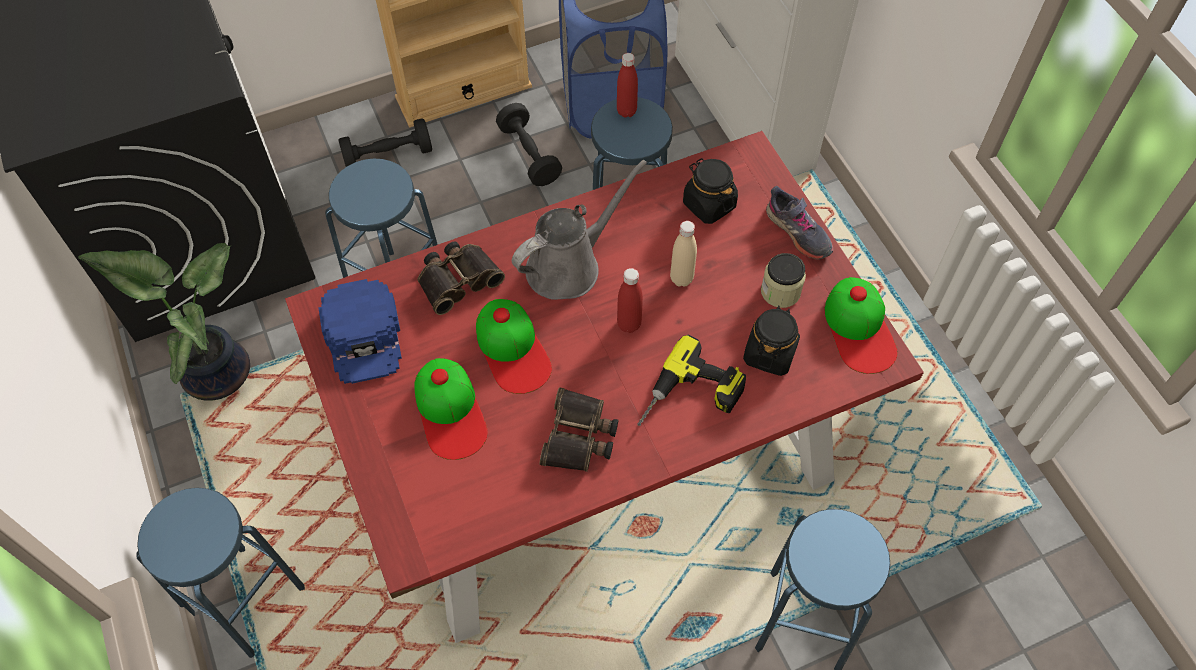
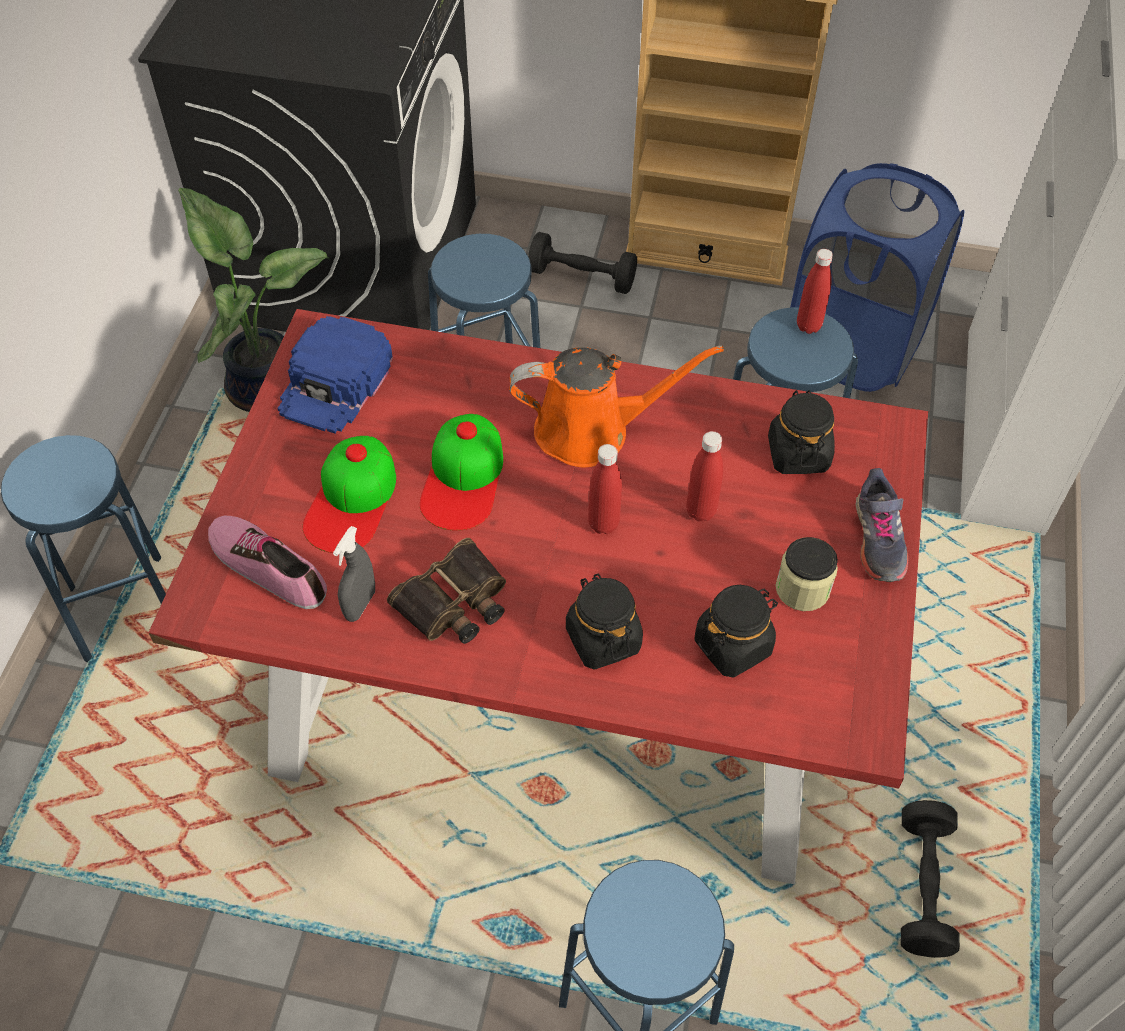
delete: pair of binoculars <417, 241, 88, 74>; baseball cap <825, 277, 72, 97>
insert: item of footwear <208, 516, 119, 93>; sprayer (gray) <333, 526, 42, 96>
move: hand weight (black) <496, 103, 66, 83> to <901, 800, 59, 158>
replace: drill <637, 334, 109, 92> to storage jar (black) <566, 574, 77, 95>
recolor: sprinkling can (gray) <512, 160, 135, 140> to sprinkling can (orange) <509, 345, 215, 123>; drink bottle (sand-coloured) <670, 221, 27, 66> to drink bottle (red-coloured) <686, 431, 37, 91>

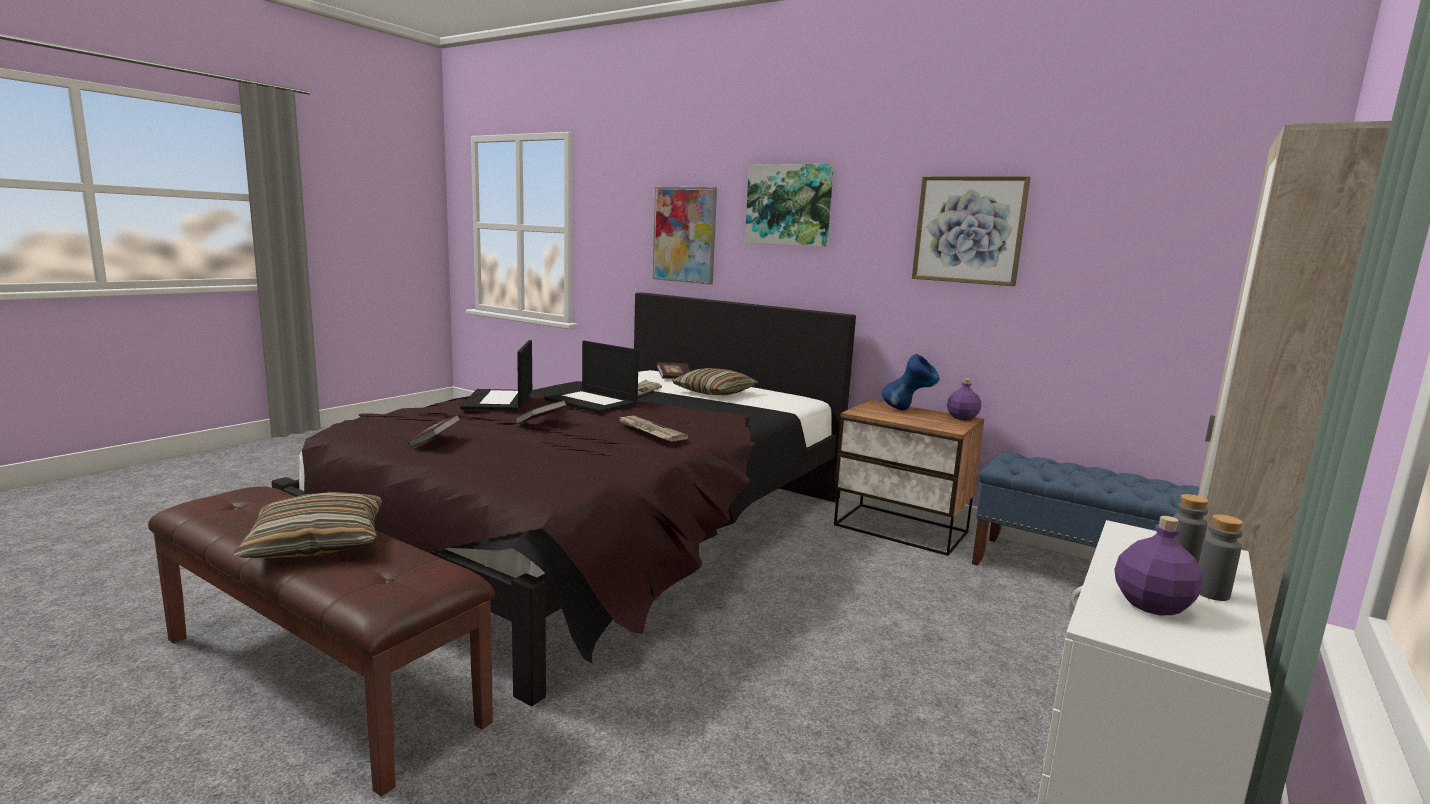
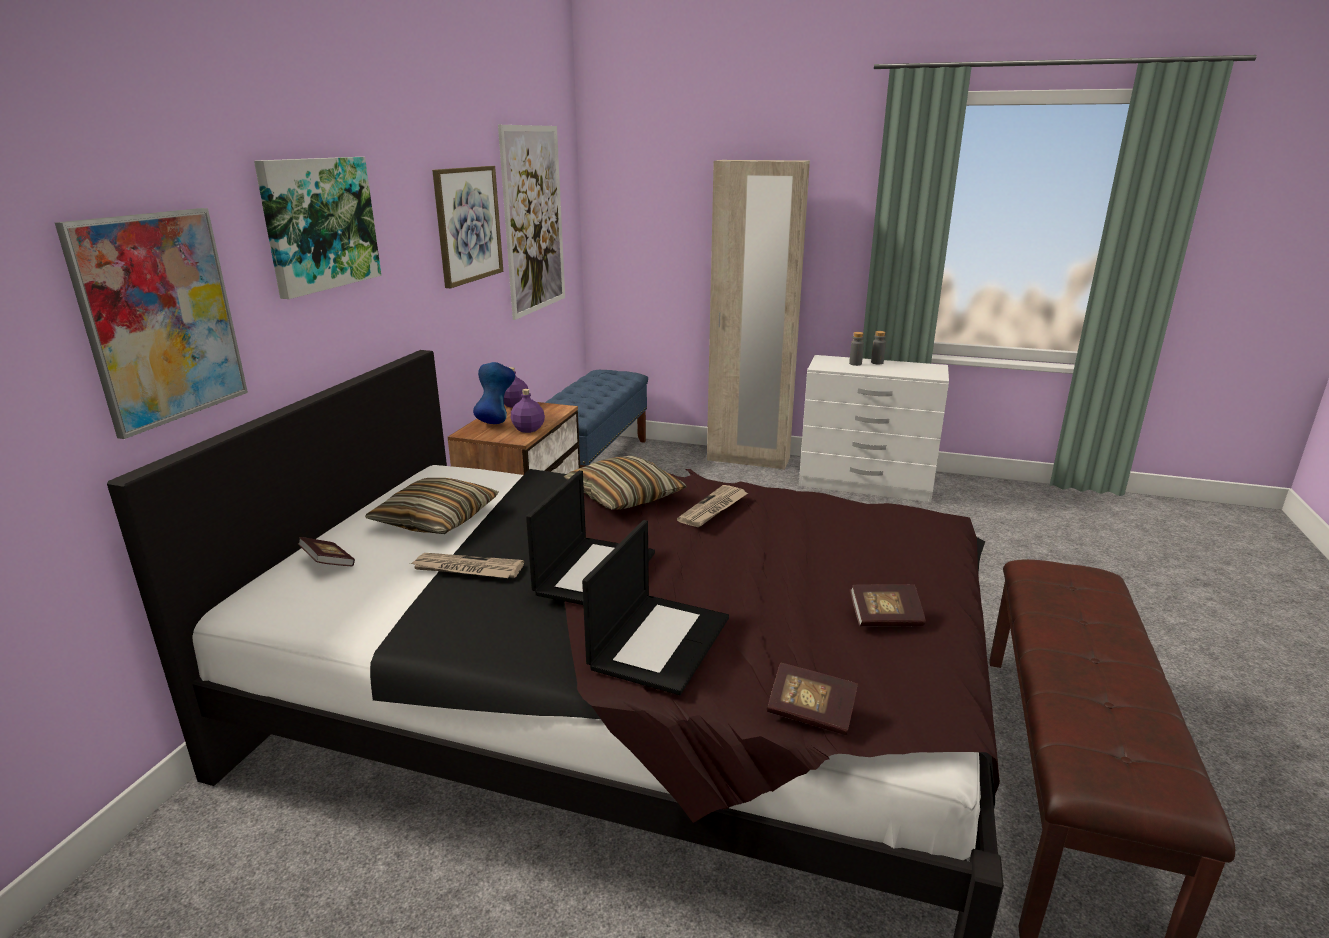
insert: wall picture <498, 125, 67, 195>
move: volume <515, 400, 52, 24> to <767, 663, 91, 72>; cushion <233, 492, 149, 66> to <564, 456, 123, 54>; drink bottle (purple) <1114, 516, 89, 99> to <511, 389, 34, 44>
rotate: laptop <460, 340, 72, 71> = <582, 520, 147, 175> 45 degrees counterclockwise

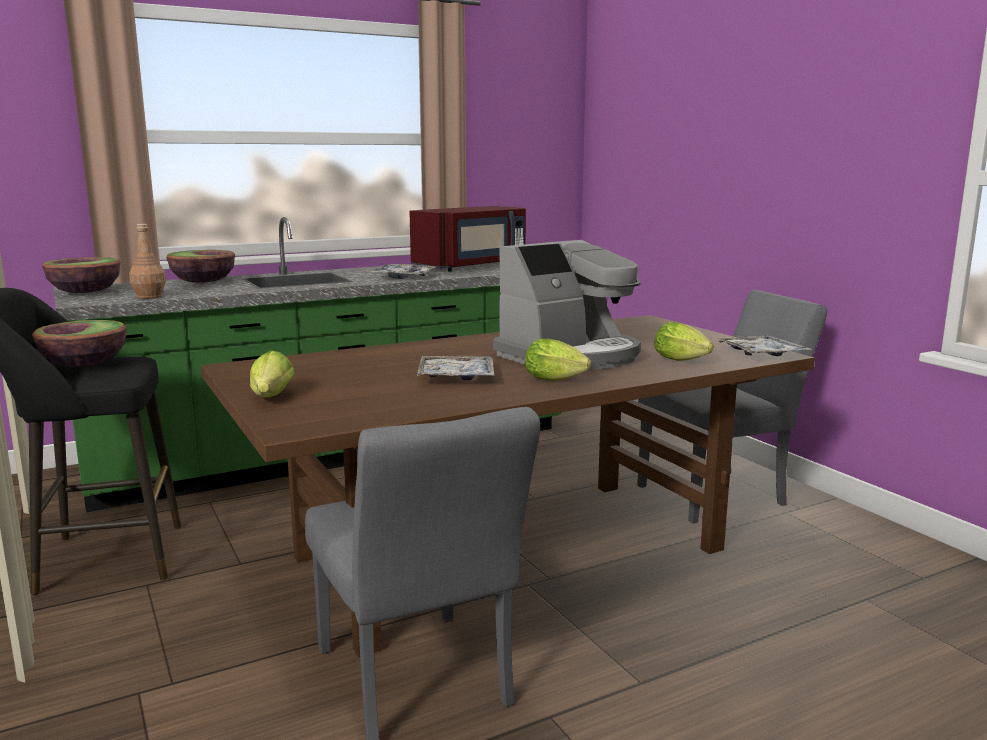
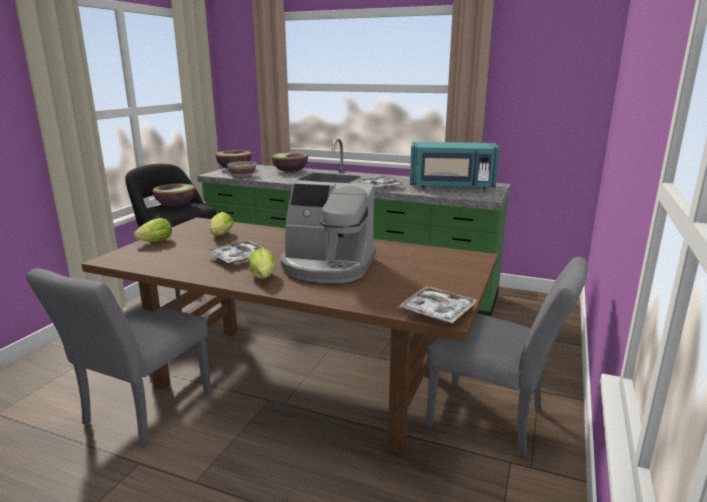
move: lettuce head <654, 322, 59, 39> to <210, 212, 24, 23>
replace: drink bottle (brown-coloured) <129, 224, 37, 75> to serving bowl <227, 161, 29, 16>
recolor: microwave oven (red-coloured) <409, 206, 117, 65> to microwave oven (turquoise-coloured) <410, 142, 89, 48>

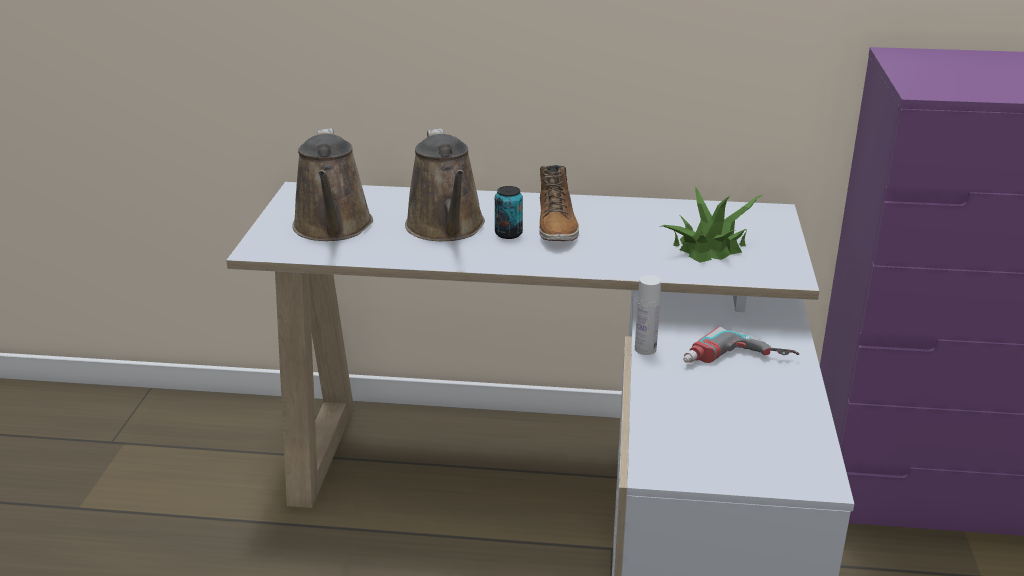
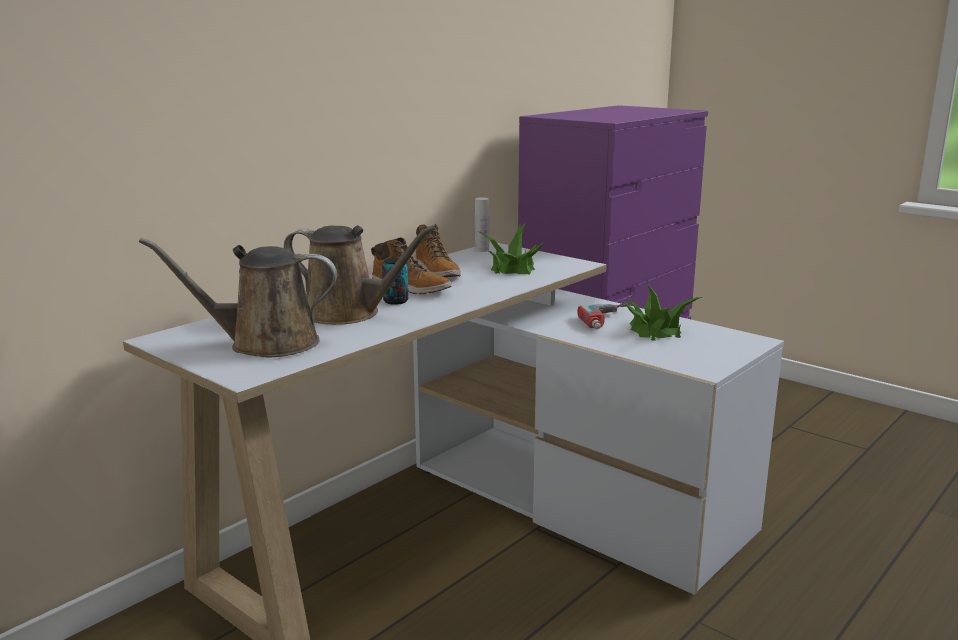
insert: boot <416, 224, 45, 53>; potted plant <622, 285, 80, 56>
move: drink bottle (white-coloured) <635, 275, 26, 80> to <475, 197, 14, 55>
rotate: sprinkling can (brown-coloured) <292, 128, 81, 113> = <139, 238, 198, 119> 150 degrees clockwise

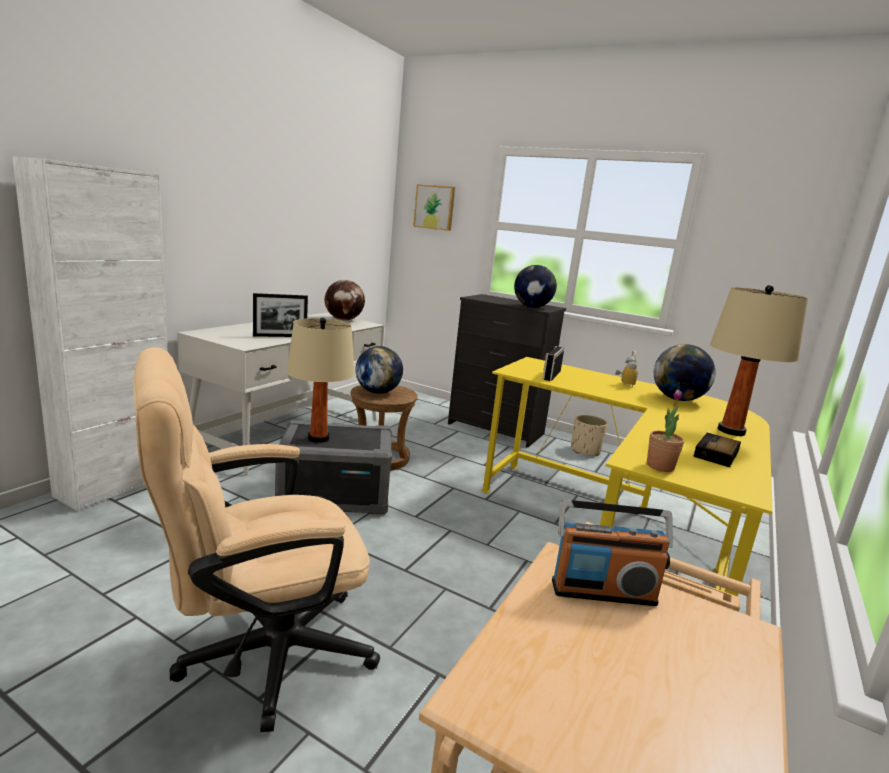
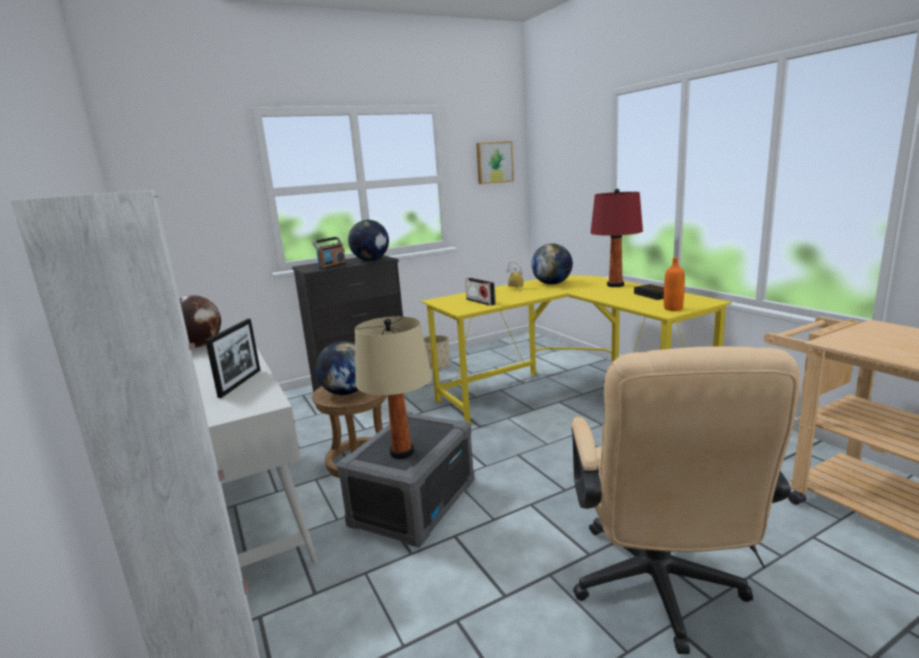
move: wall picture <413, 184, 42, 47> to <476, 141, 38, 43>; radio set <552, 500, 120, 106> to <313, 236, 33, 33>
replace: potted plant <647, 390, 37, 82> to drink bottle (orange) <664, 257, 21, 54>
recolor: lamp for a table (sand-coloured) <710, 285, 98, 151> to lamp for a table (red-coloured) <591, 189, 52, 98>

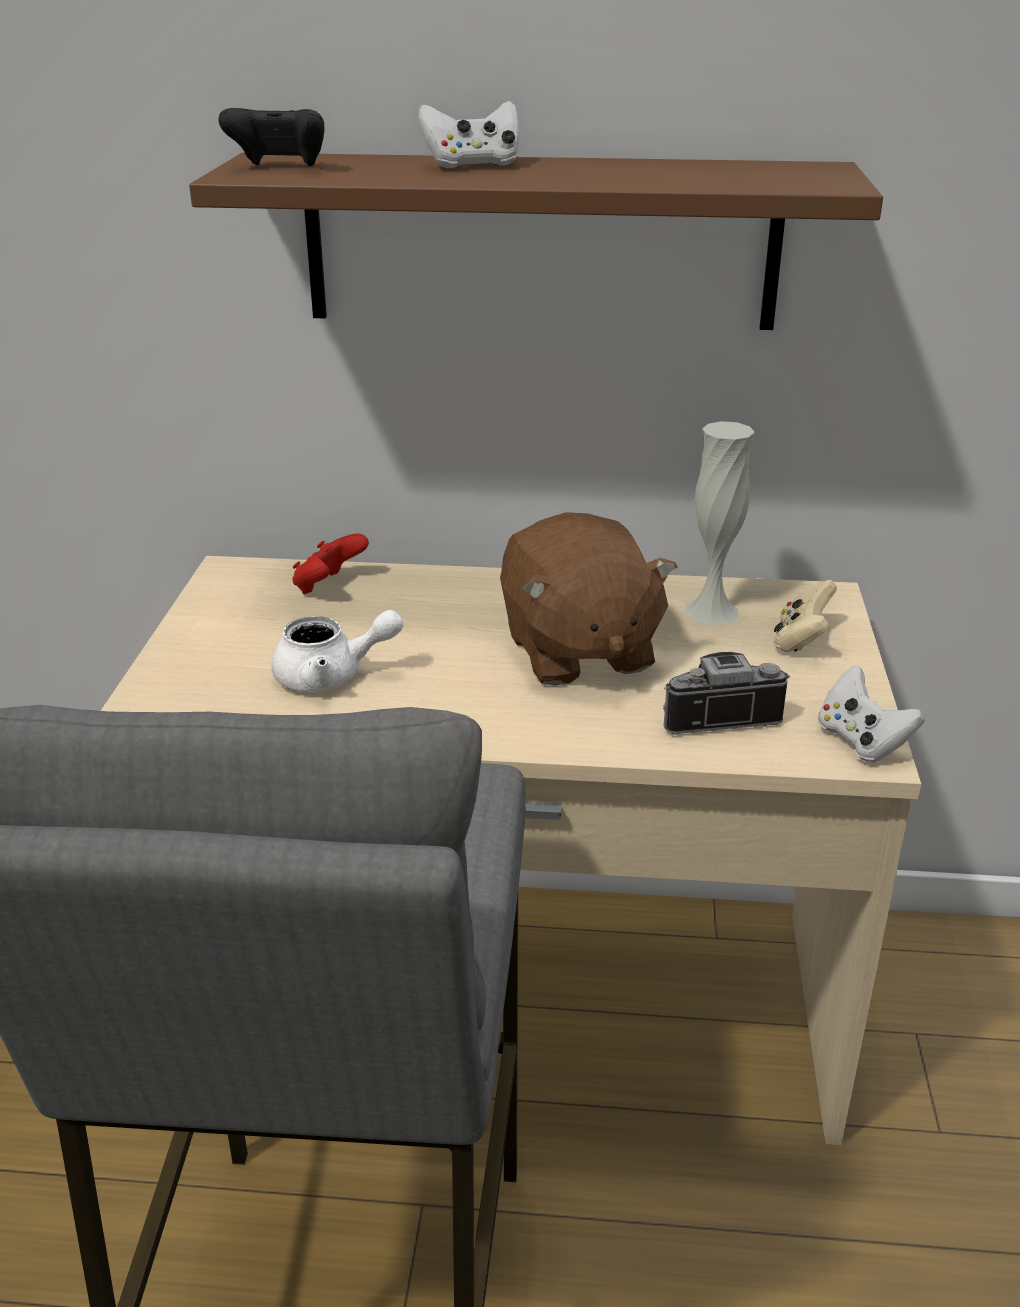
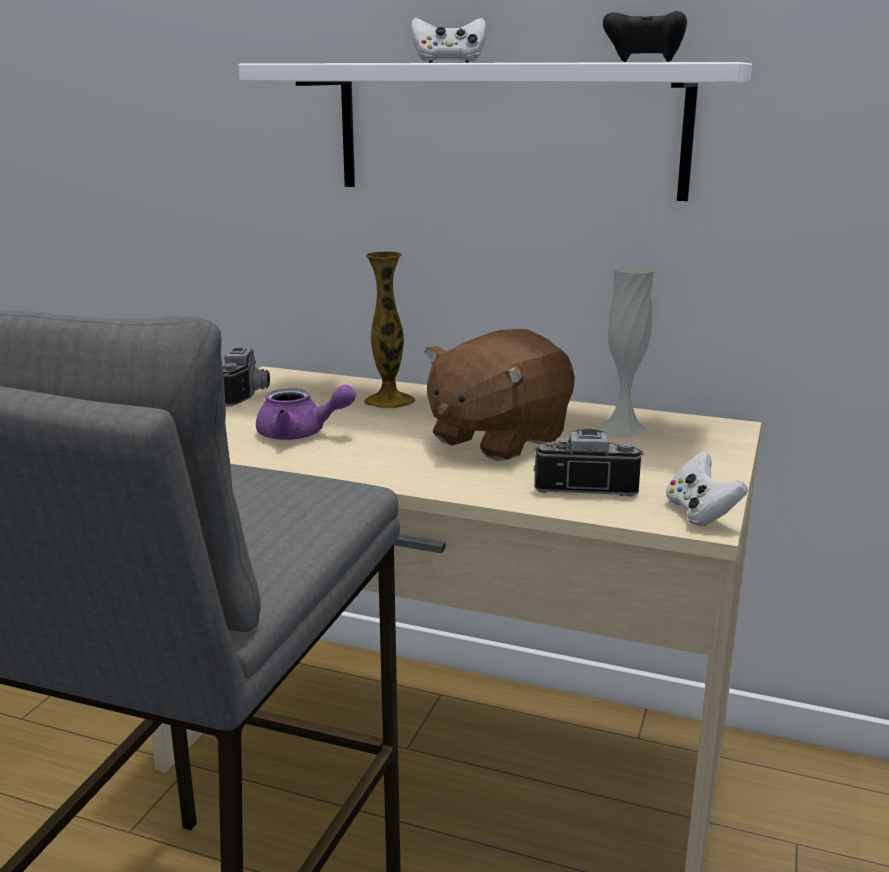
delete: joypad (red-coloured) <292, 533, 77, 61>; joypad (sand-coloured) <774, 580, 63, 72>
insert: flower vase <364, 251, 51, 157>; photo camera <223, 348, 47, 59>
move: joypad (black) <219, 108, 106, 58> to <603, 11, 84, 51>
recolor: wall shelf (brown-coloured) <189, 153, 694, 177> to wall shelf (white-coloured) <239, 62, 513, 139>; pot for tea (white-coloured) <271, 610, 132, 81> to pot for tea (purple) <256, 384, 100, 56>
rotate: plush toy (brown-coloured) <500, 512, 177, 174> = <425, 329, 150, 132> 45 degrees clockwise

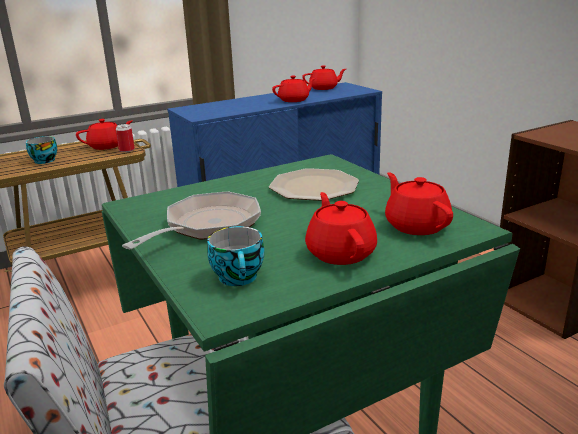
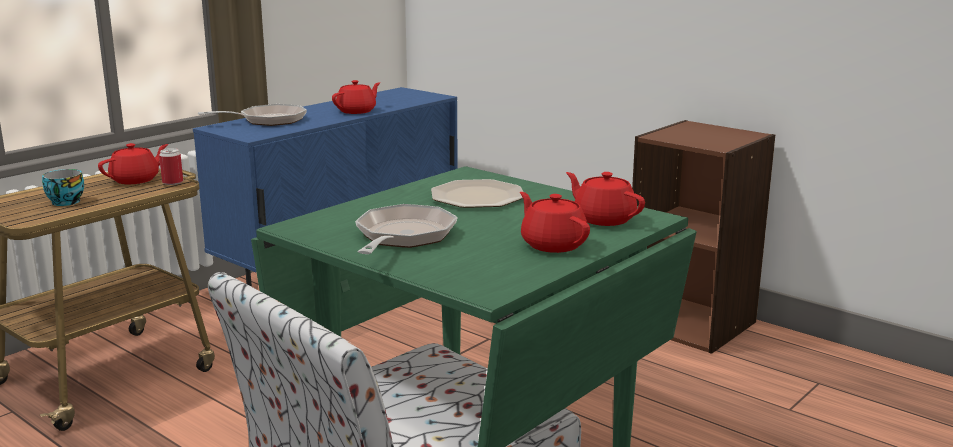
delete: pot for tea (red-coloured) <303, 65, 43, 25>; drinking cup <207, 226, 57, 60>
insert: frying pan <198, 104, 109, 22>

